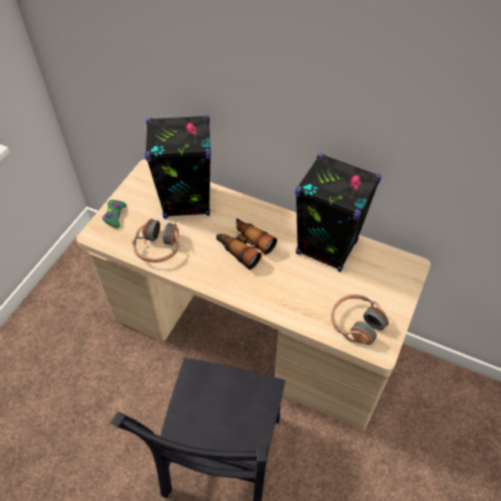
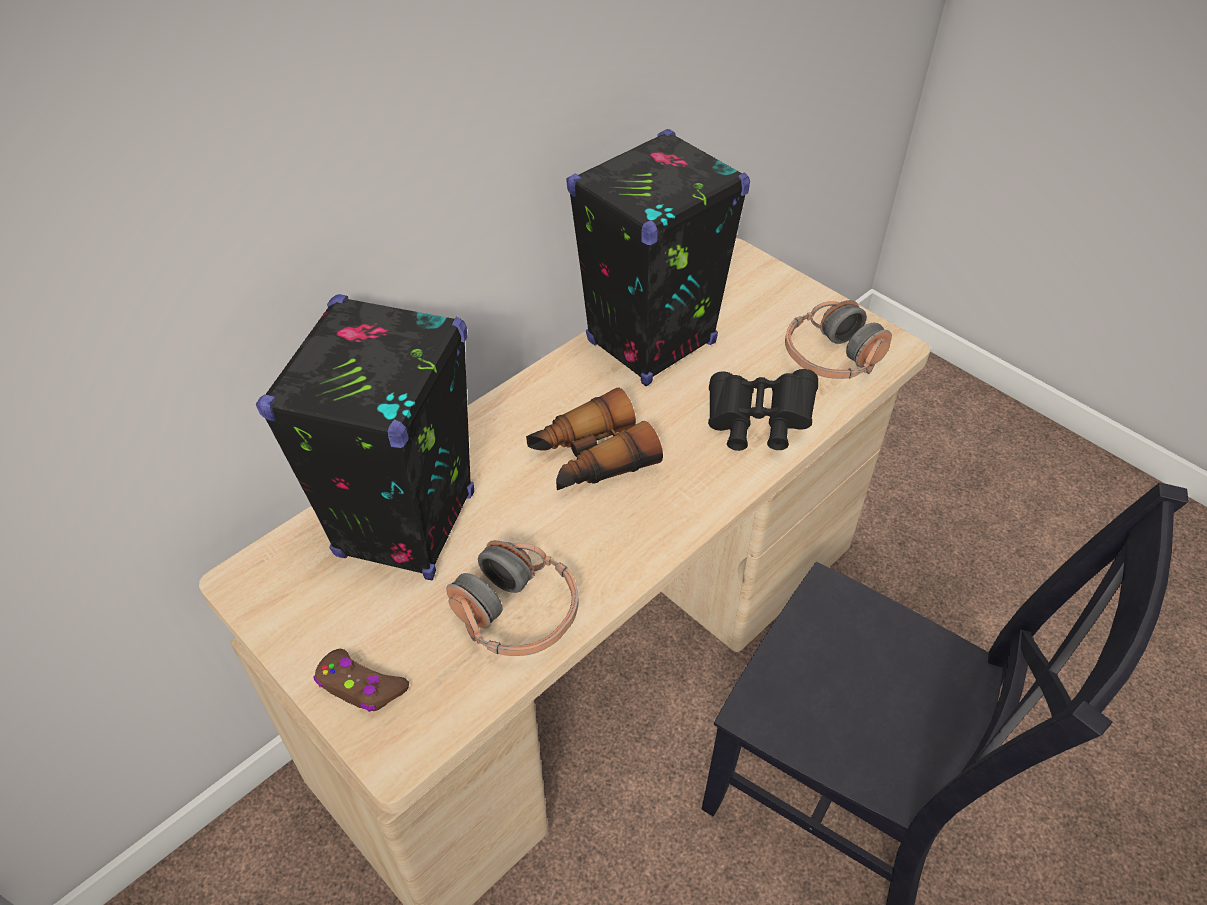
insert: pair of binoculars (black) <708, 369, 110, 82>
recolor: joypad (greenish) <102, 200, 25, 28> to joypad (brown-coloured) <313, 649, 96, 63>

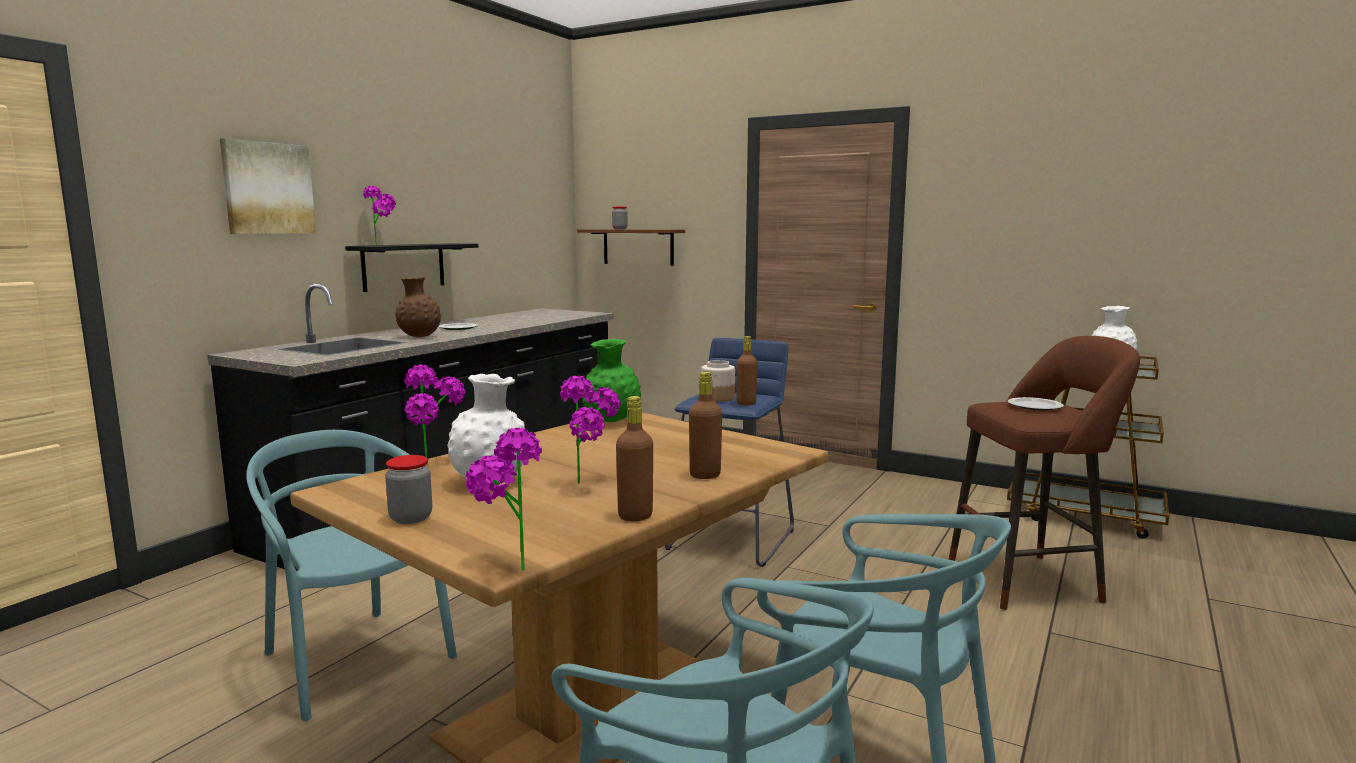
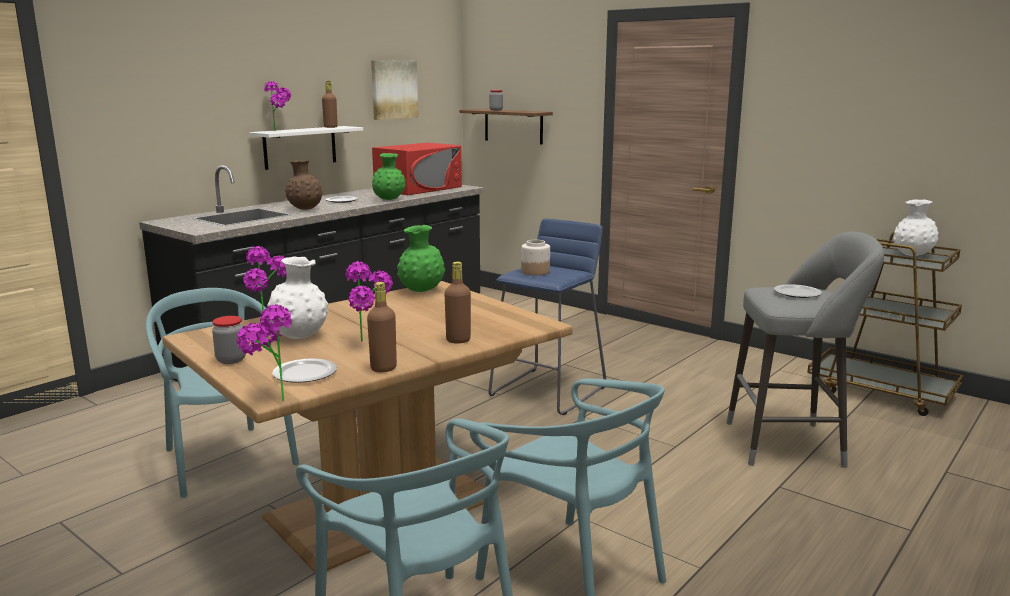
insert: microwave oven (red-coloured) <372, 143, 90, 52>; flower vase (greenish) <372, 153, 34, 47>; flat dish <272, 358, 65, 25>
move: wall picture <220, 138, 96, 96> to <371, 60, 47, 60>; drink bottle (brown-coloured) <737, 336, 21, 70> to <322, 81, 16, 47>
recolor: wall shelf (black) <345, 243, 133, 49> to wall shelf (white-coloured) <249, 126, 114, 44>; sitting stool (brown-coloured) <949, 336, 191, 274> to sitting stool (gray) <726, 232, 158, 236>

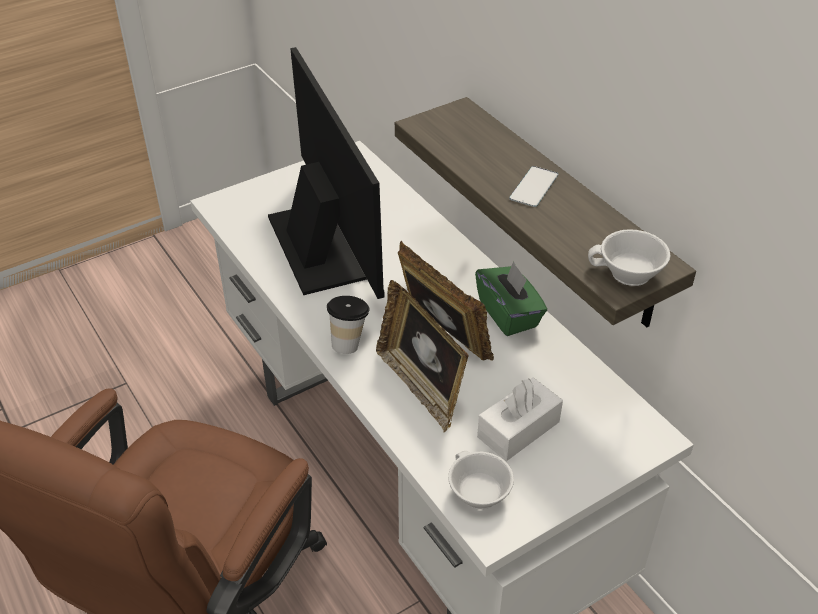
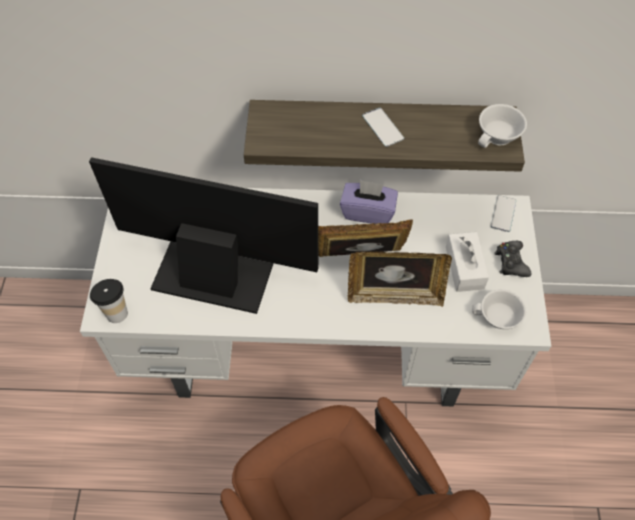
insert: phone <491, 195, 25, 37>; joypad (black) <495, 241, 37, 36>
move: drinking cup <327, 296, 42, 58> to <90, 279, 38, 44>
recolor: tissue box (greenish) <475, 261, 72, 75> to tissue box (purple) <340, 180, 58, 44>

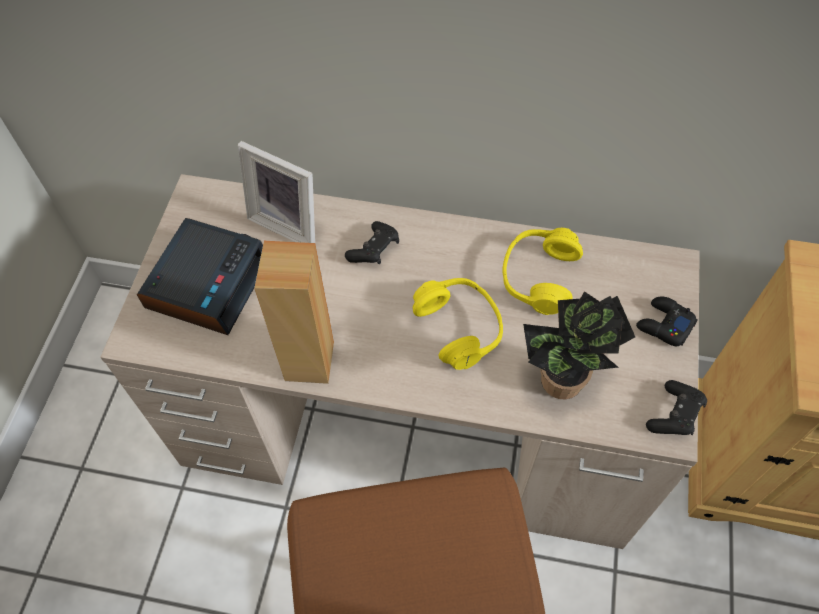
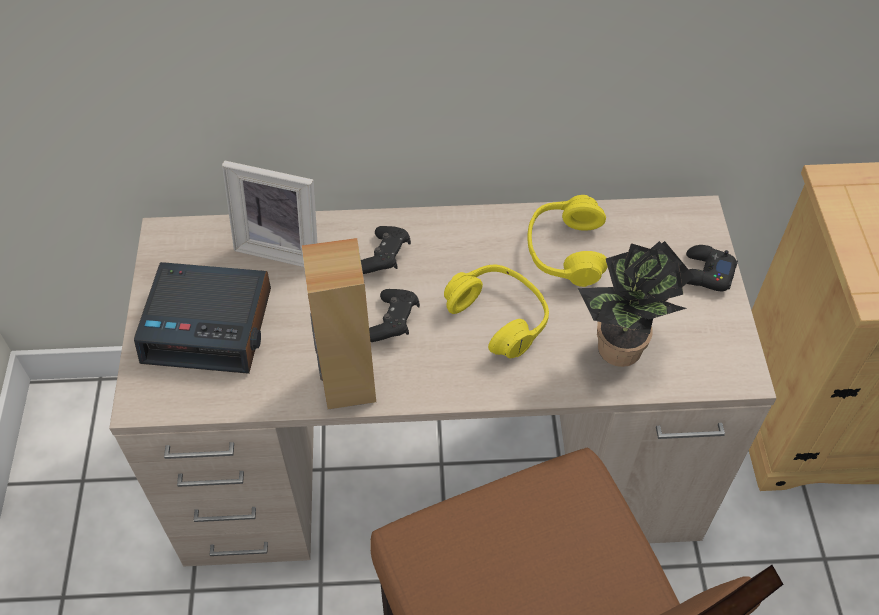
move: joypad (black) <646, 380, 61, 55> to <369, 289, 51, 53>
rotate: alarm clock <137, 218, 126, 117> = <134, 262, 137, 112> 90 degrees clockwise

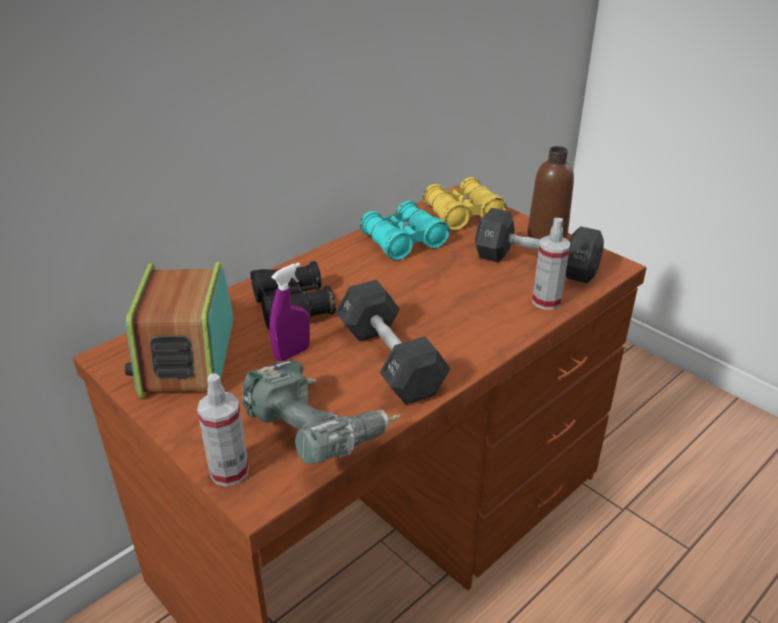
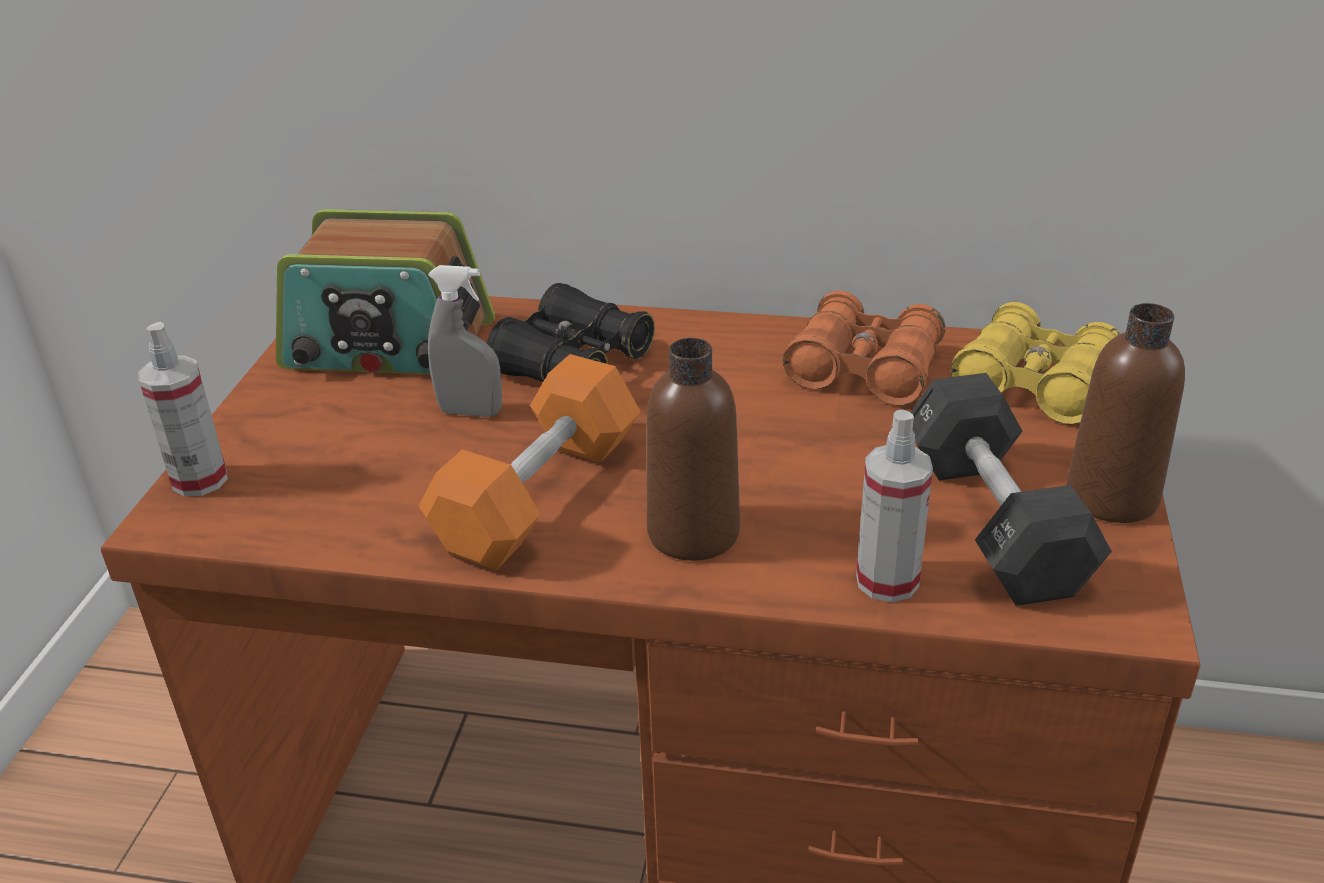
delete: drill <242, 360, 159, 104>
insert: drink bottle (brown-coloured) <647, 338, 93, 223>
recolor: pair of binoculars (turquoise-coloured) <360, 201, 90, 59> to pair of binoculars (orange) <783, 291, 162, 115>; sprayer (purple) <269, 262, 41, 99> to sprayer (gray) <428, 265, 74, 152>; hand weight (black) <336, 280, 115, 125> to hand weight (orange) <419, 354, 222, 216>
rotate: radio set <125, 262, 108, 136> = <276, 209, 219, 165> 135 degrees counterclockwise

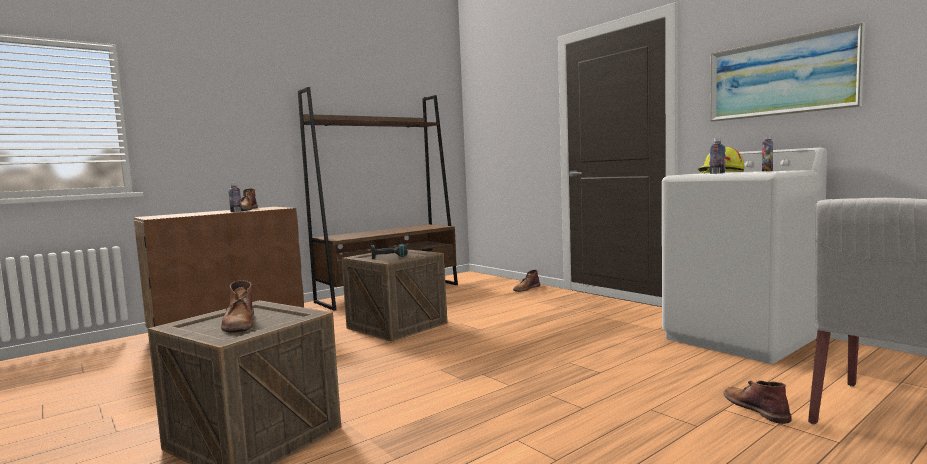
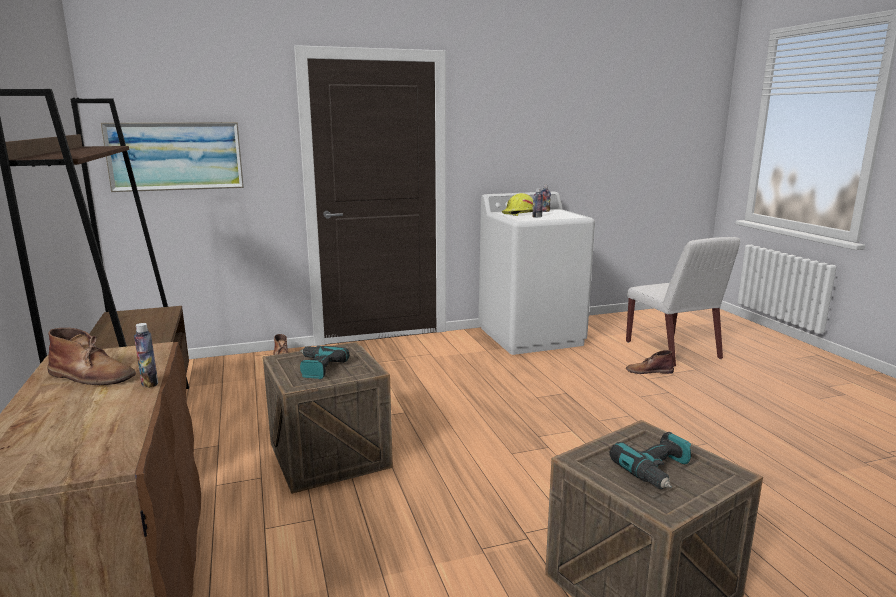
move: wall picture <710, 22, 155, 100> to <100, 122, 144, 70>
replace: boot (brown-coloured) <221, 280, 33, 53> to drill <609, 432, 82, 57>

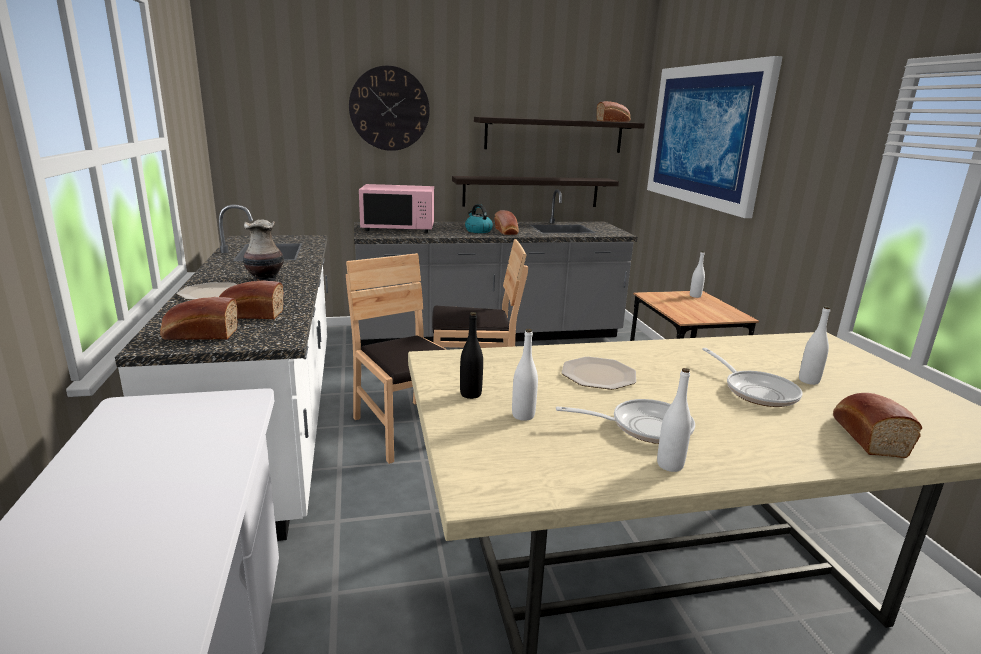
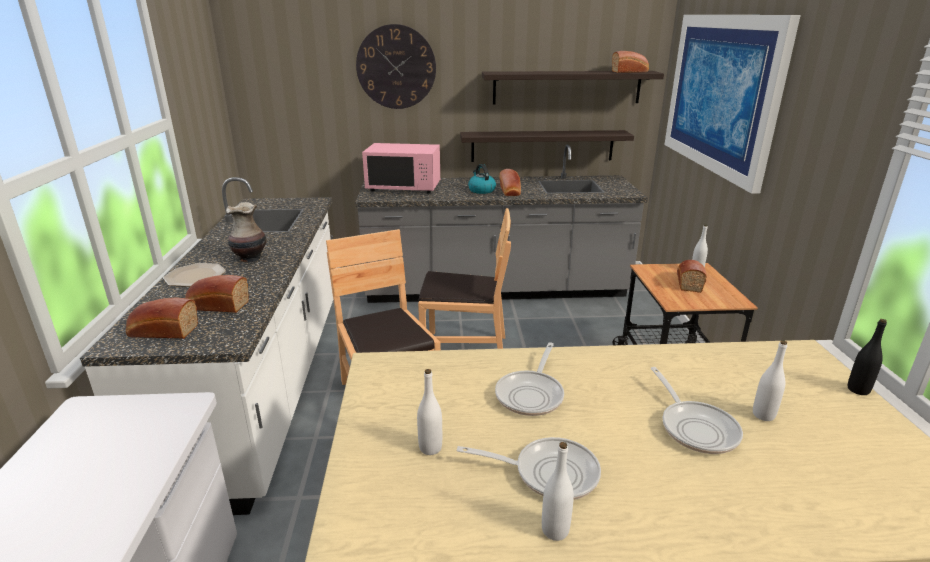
move: drink bottle (black) <460, 312, 23, 87> to <848, 319, 39, 76>; bakery bread <833, 393, 89, 65> to <677, 260, 30, 33>
replace: flat dish <561, 357, 75, 33> to frying pan <495, 343, 69, 73>

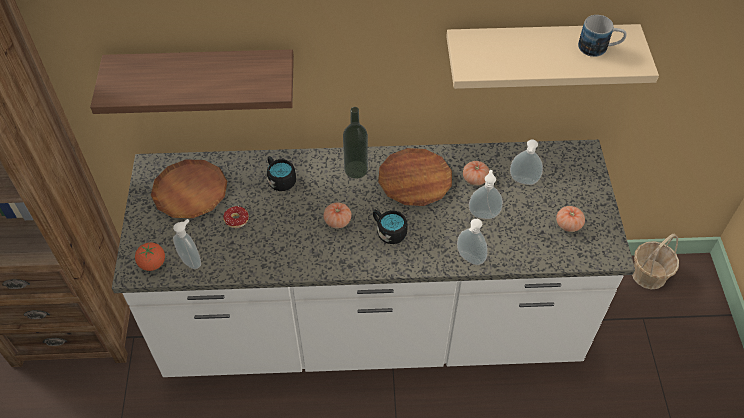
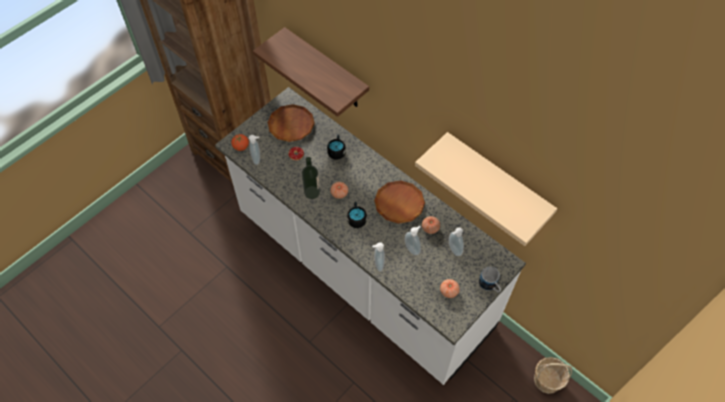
move: coffee mug <578, 15, 49, 42> to <479, 266, 22, 27>; drink bottle <343, 107, 25, 72> to <302, 157, 18, 42>

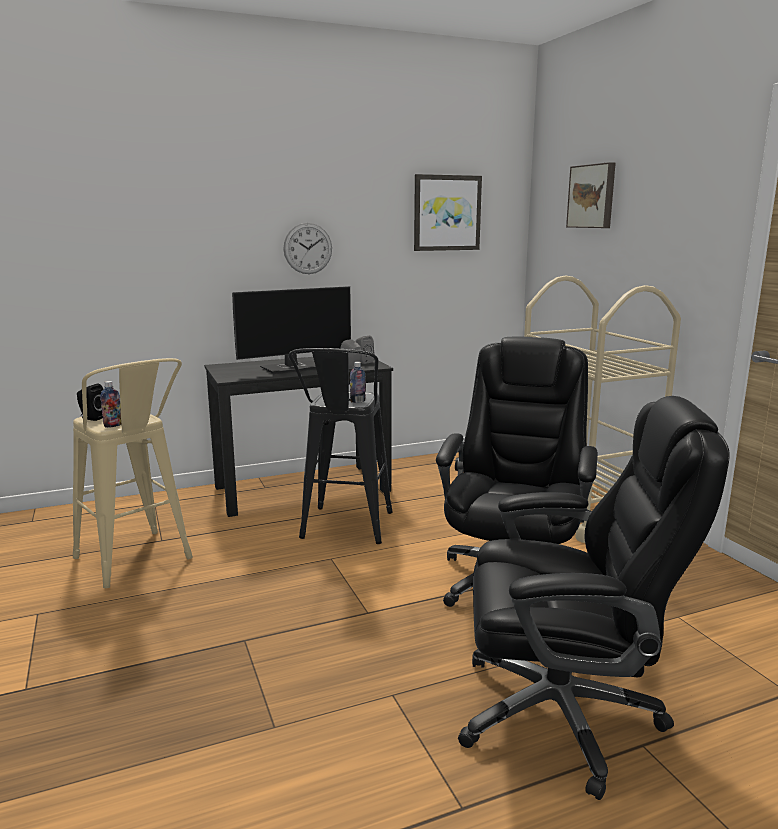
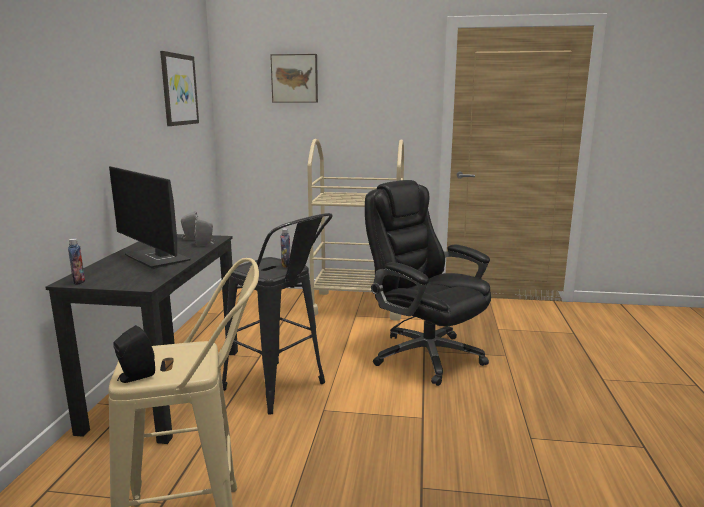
delete: hanging clock <284, 223, 48, 51>; computer chair (black) <458, 396, 272, 404>
move: drink bottle <100, 381, 22, 47> to <68, 238, 17, 47>
rotate: monitor <232, 286, 119, 88> = <109, 166, 82, 103> 135 degrees clockwise

